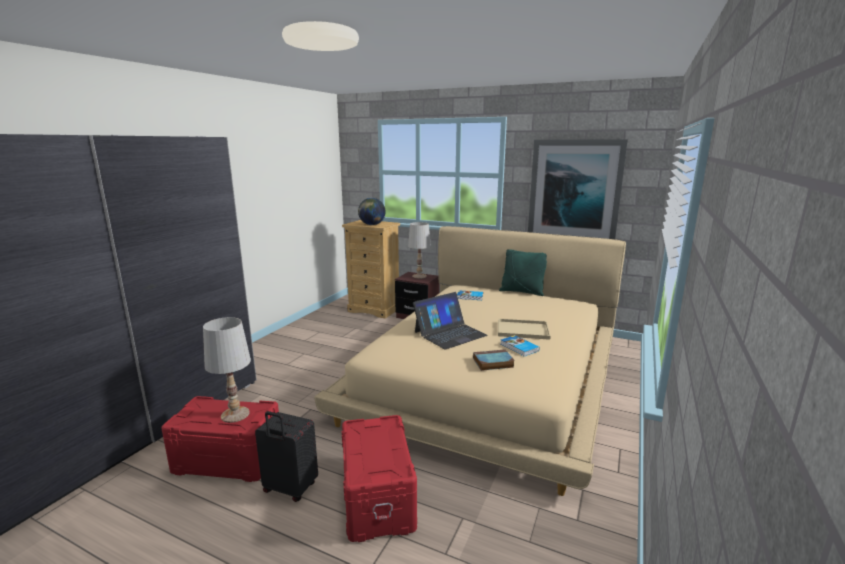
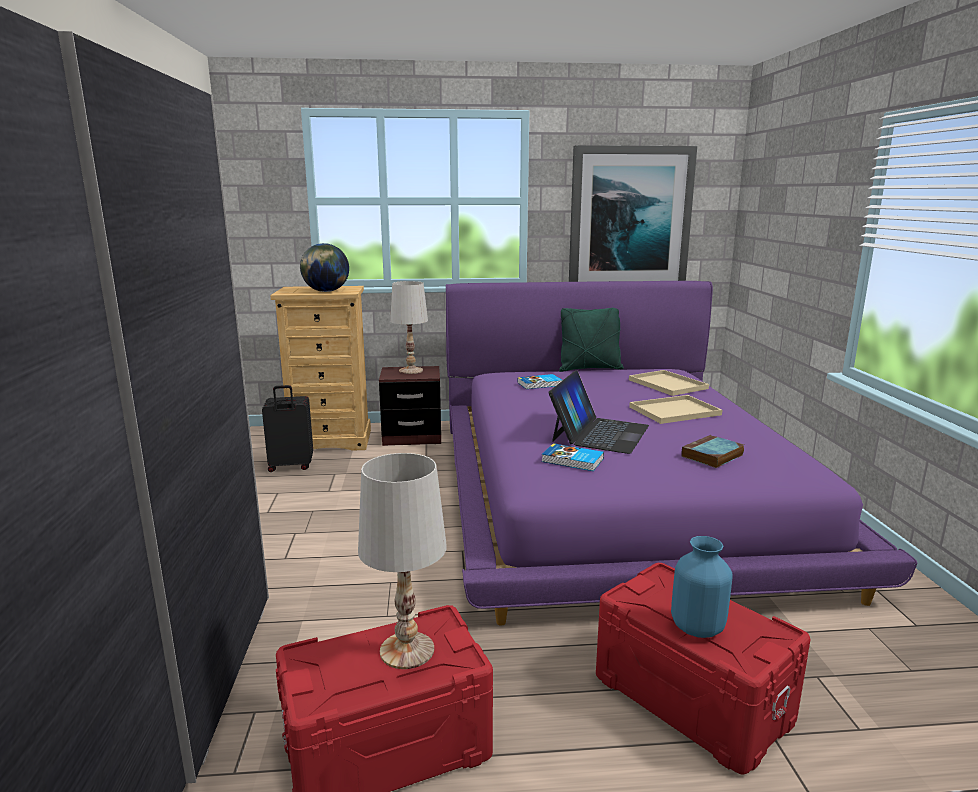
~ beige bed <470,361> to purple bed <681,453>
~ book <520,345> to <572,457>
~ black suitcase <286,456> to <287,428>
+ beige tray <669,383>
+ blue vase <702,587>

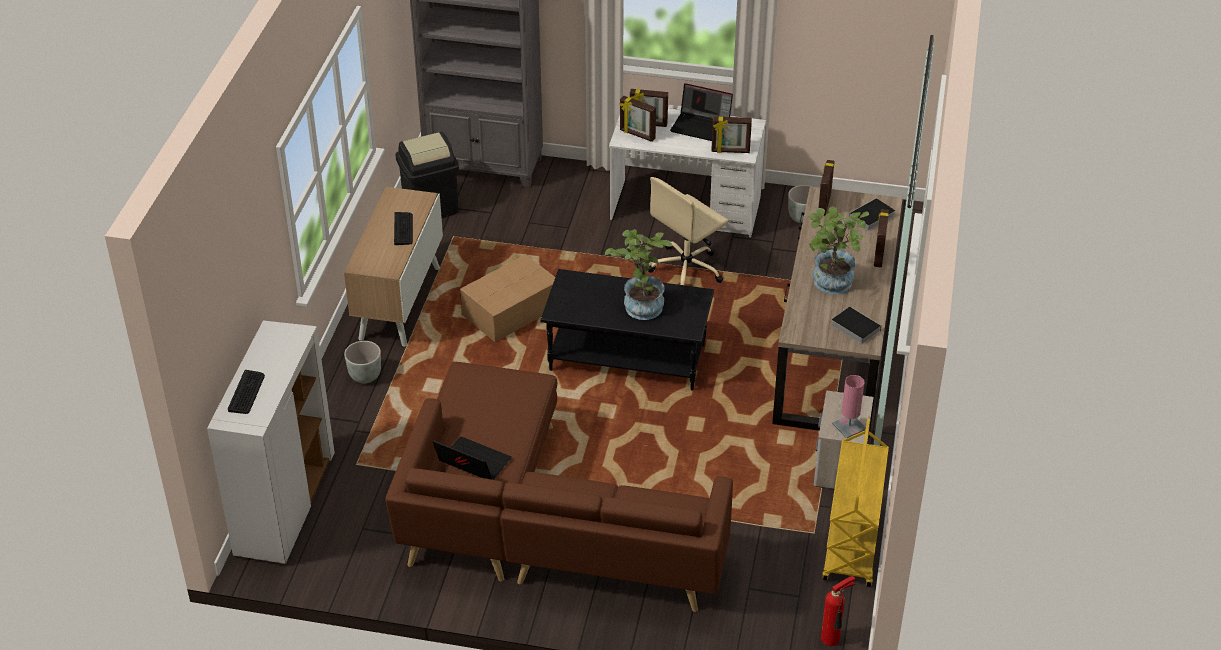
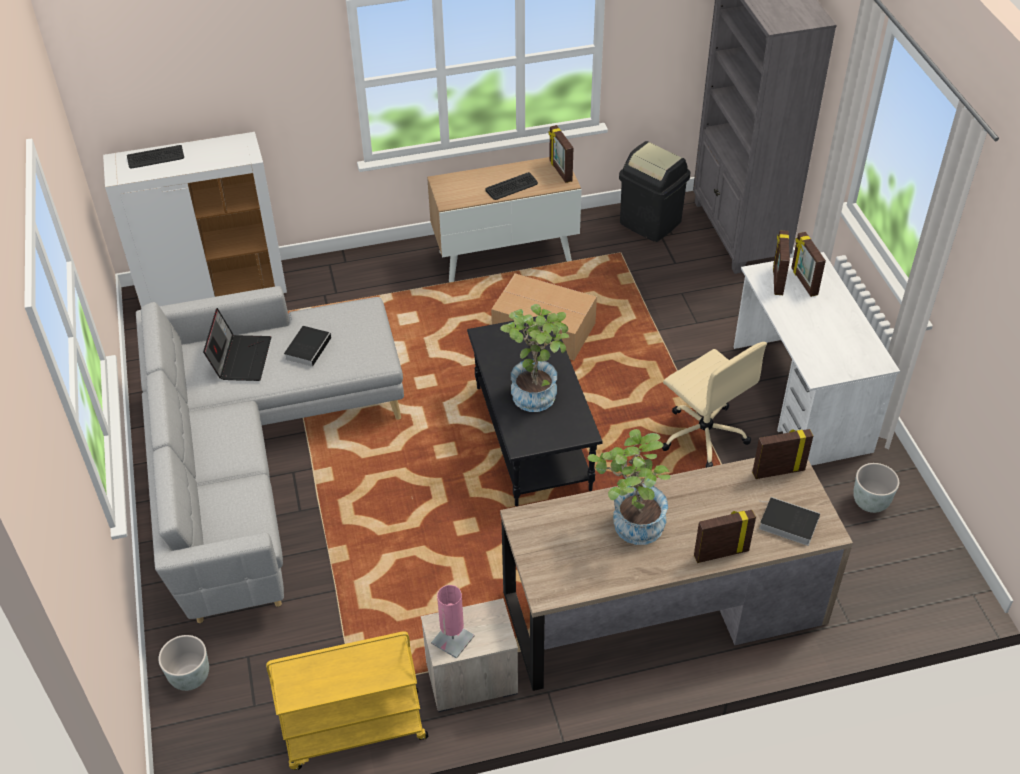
- laptop <701,112>
~ picture frame <731,134> to <560,154>
~ beige office chair <688,231> = <714,405> 150 degrees counterclockwise
~ book <856,325> to <308,346>
~ grey planter <362,362> to <183,663>
~ brown sofa <559,487> to grey sofa <270,455>
- fire extinguisher <838,611>

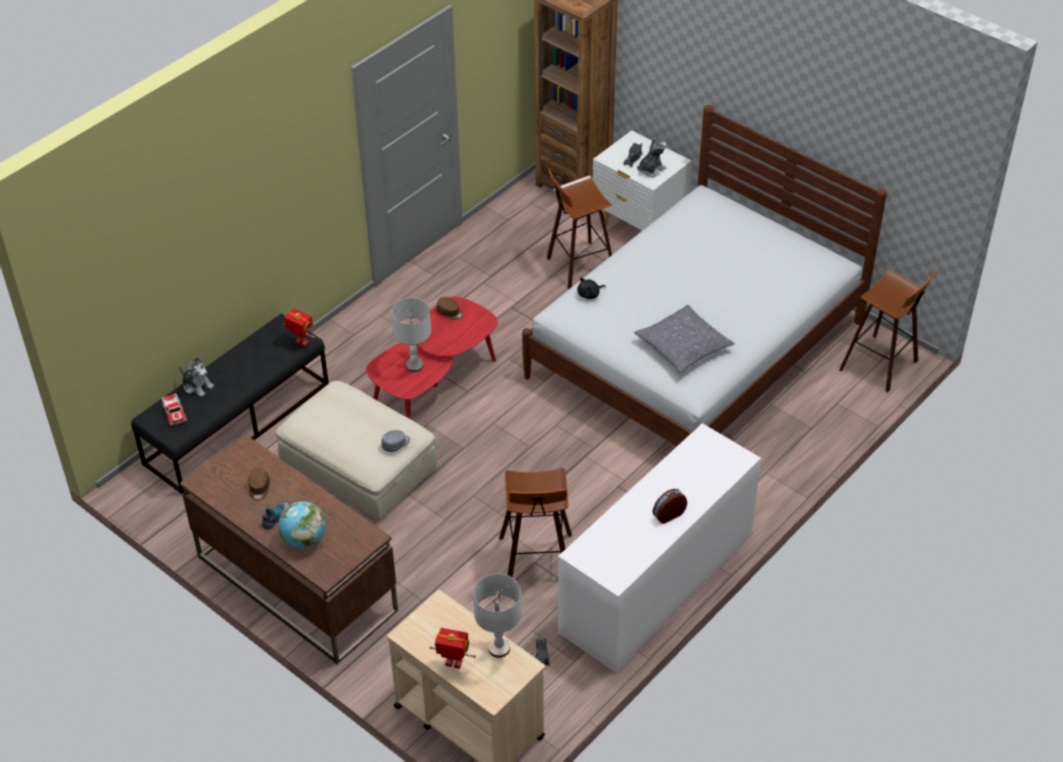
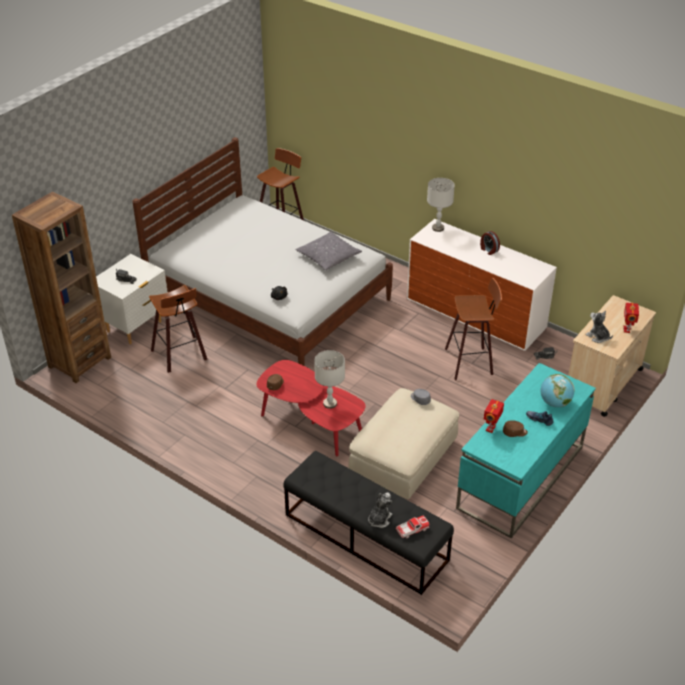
~ plush toy <652,157> to <599,327>
~ toy robot <300,327> to <494,416>
~ brown desk <289,549> to turquoise desk <526,451>
~ grey table lamp <497,616> to <441,205>

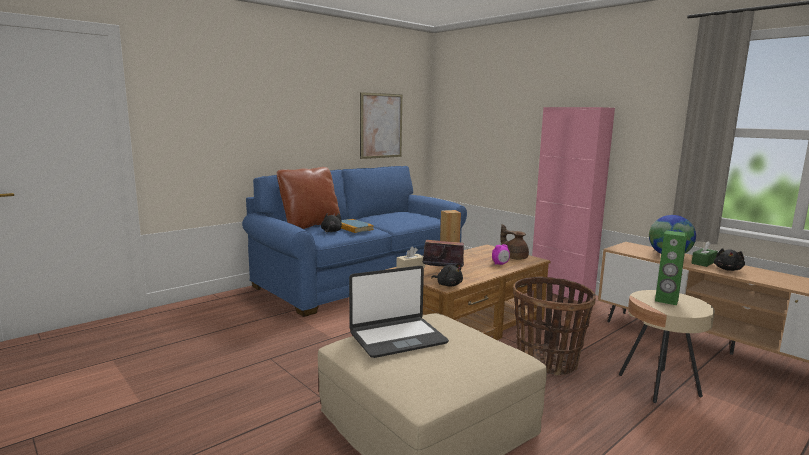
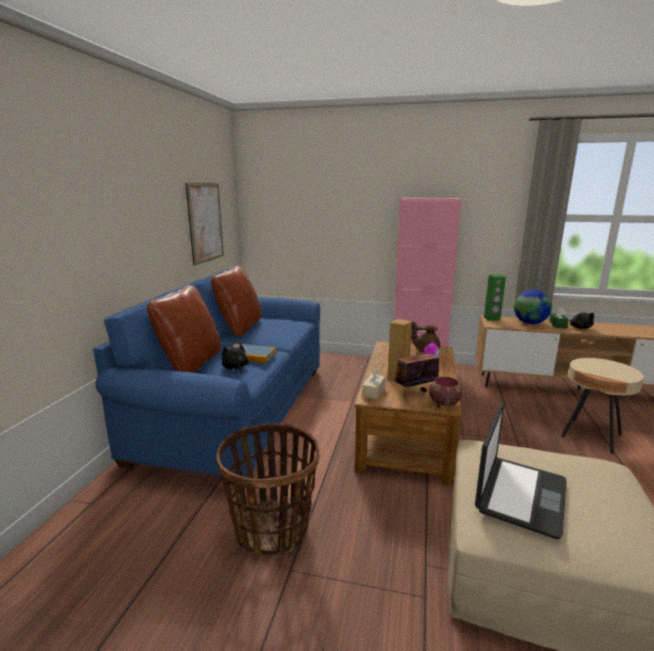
~ green speaker <671,267> to <495,297>
~ black plush toy <447,275> to bowl <446,391>
~ basket <554,326> to <268,489>
+ brown pillow <236,301>

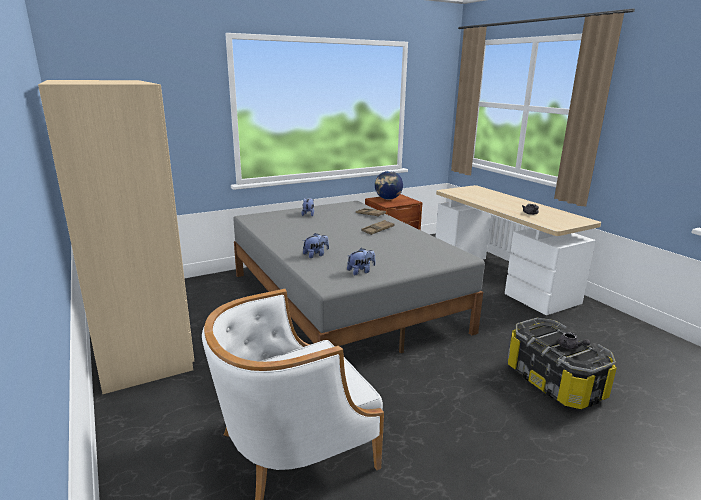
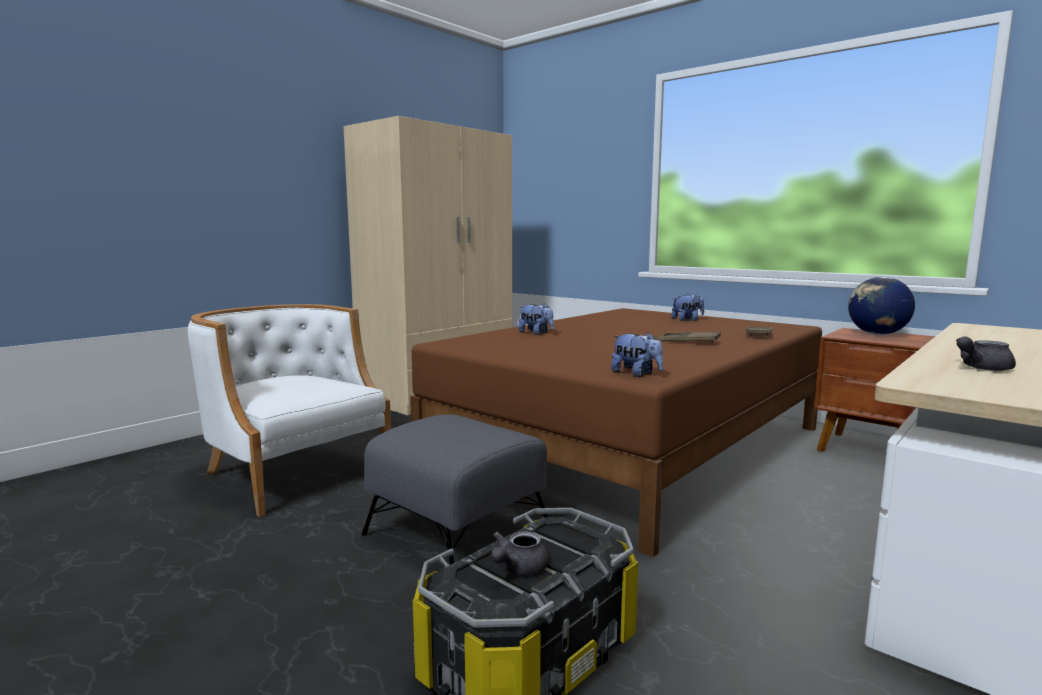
~ grey bed <359,277> to brown bed <616,432>
~ plush toy <361,261> to <637,354>
+ grey ottoman <455,489>

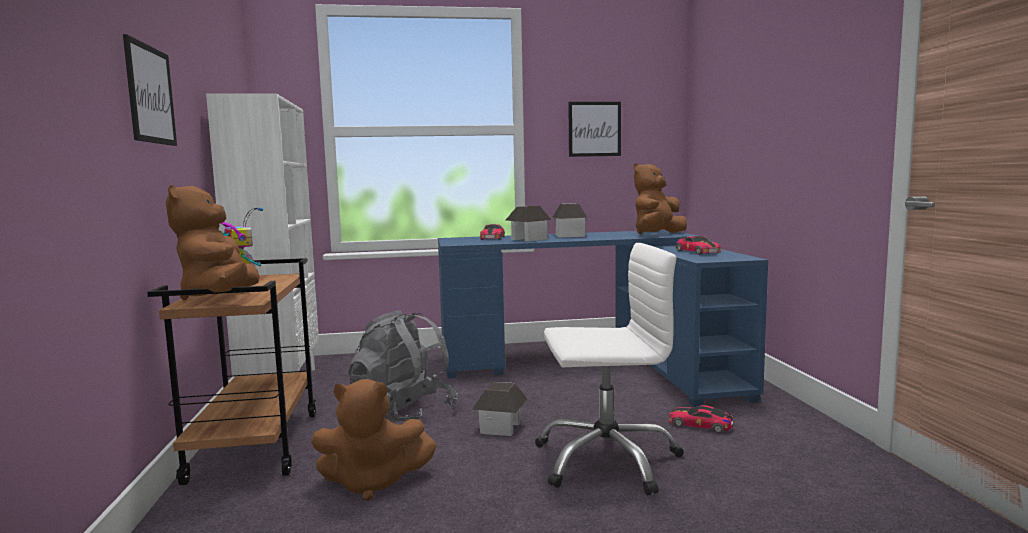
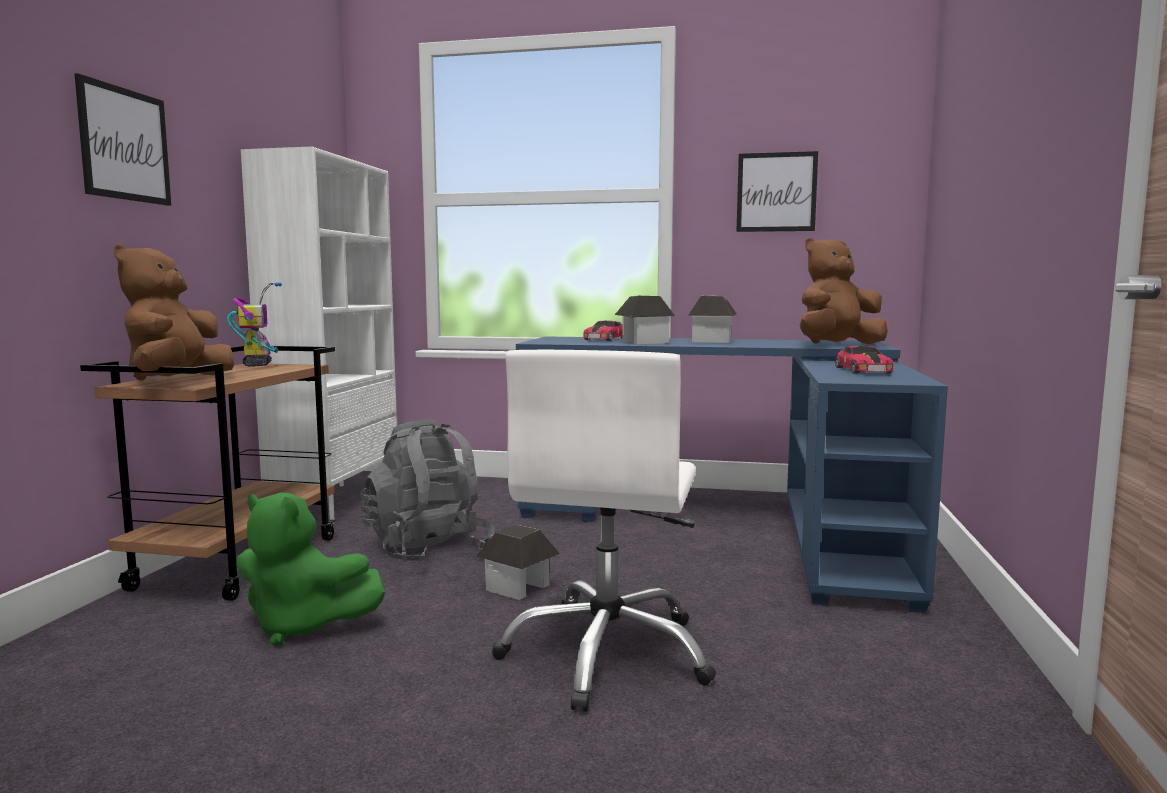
~ white office chair <609,369> = <604,531> 90 degrees clockwise
~ brown plush toy <373,440> to green plush toy <310,569>
- toy car <701,419>

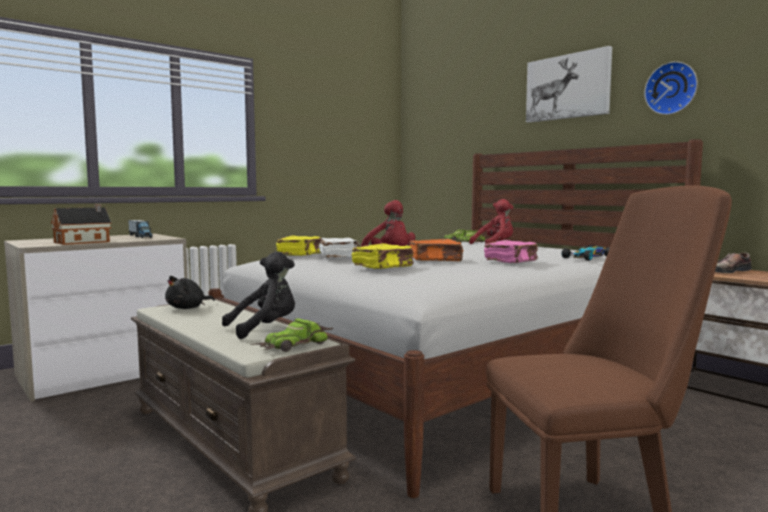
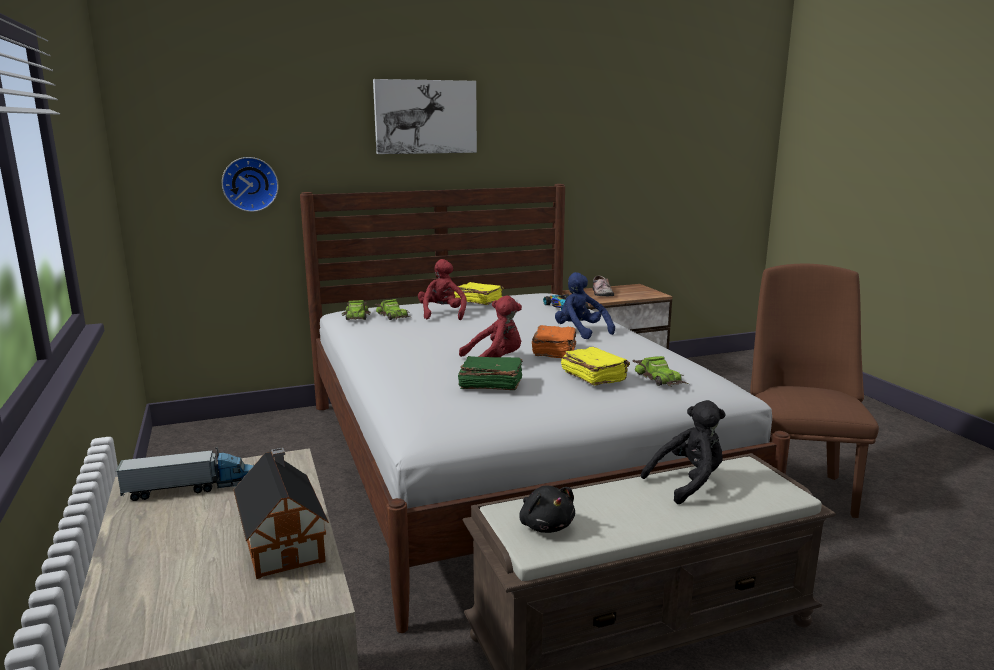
~ wall clock <671,88> to <250,184>
~ yellow book <299,245> to <479,293>
~ white book <339,248> to green book <490,373>
~ pink book <511,251> to blue plush toy <585,306>
~ black plush toy <258,295> = <683,452> 75 degrees clockwise
~ toy car <291,335> to <660,371>

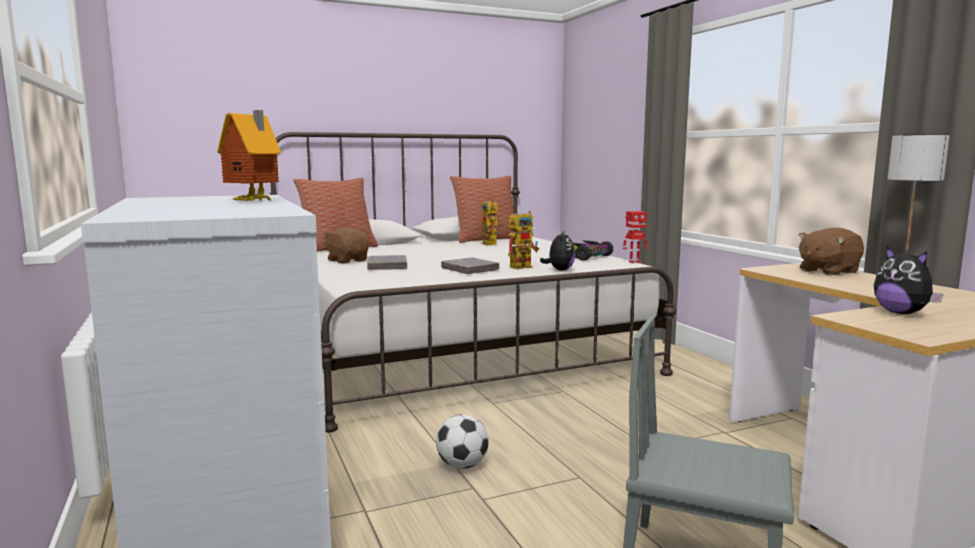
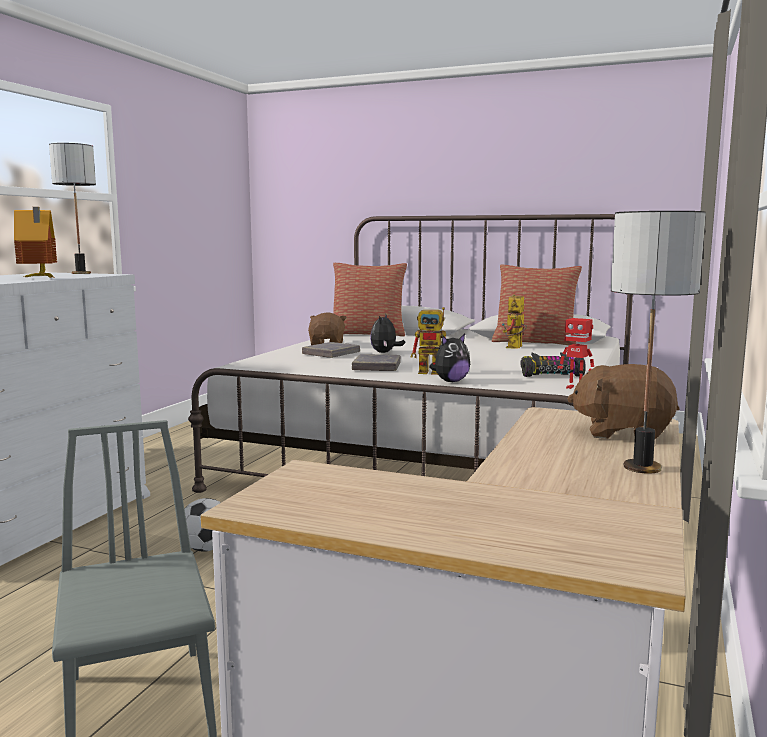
~ plush toy <909,280> to <387,333>
+ table lamp <72,208>

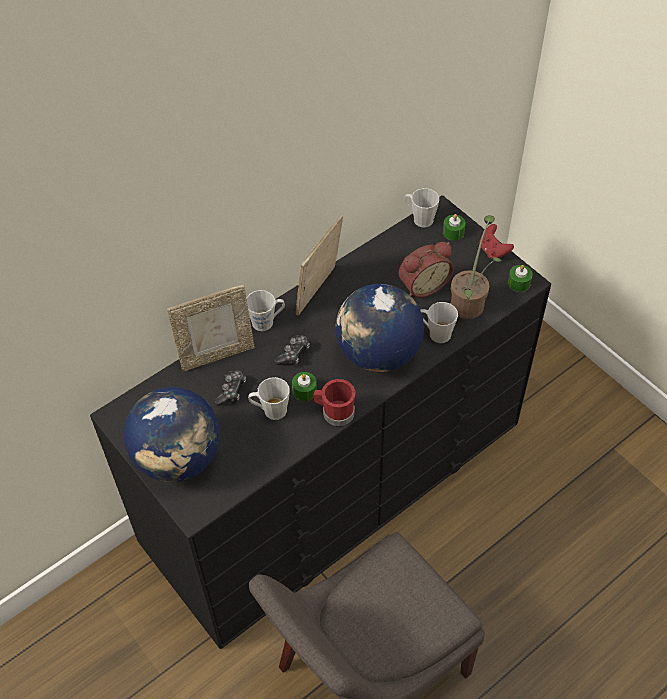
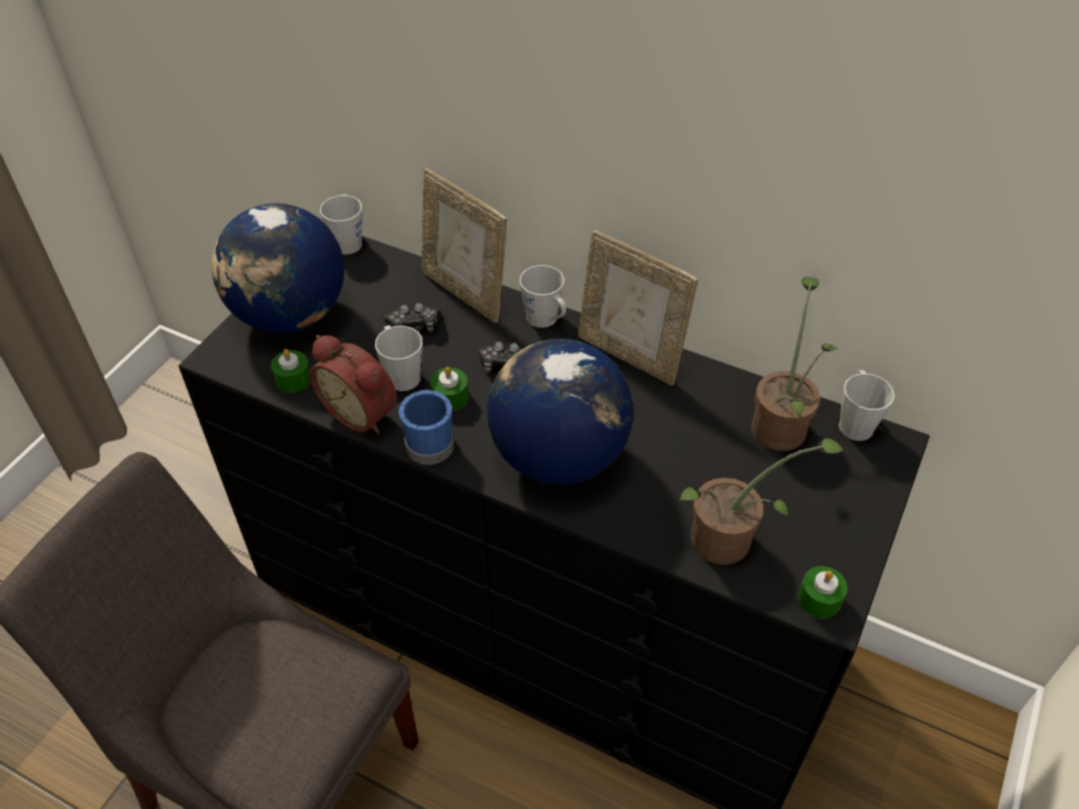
~ green candle <454,227> to <290,371>
~ picture frame <319,265> = <638,308> 150 degrees counterclockwise
- red game controller <496,241>
~ alarm clock <426,270> to <353,384>
~ grey mug <439,322> to <341,224>
~ red mug <334,402> to blue mug <426,427>
+ potted plant <794,364>

